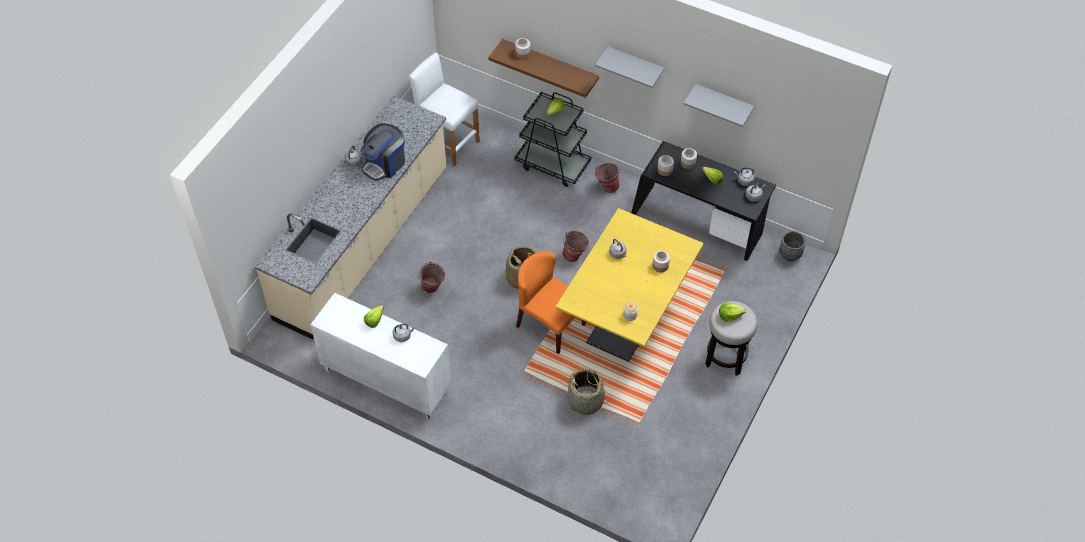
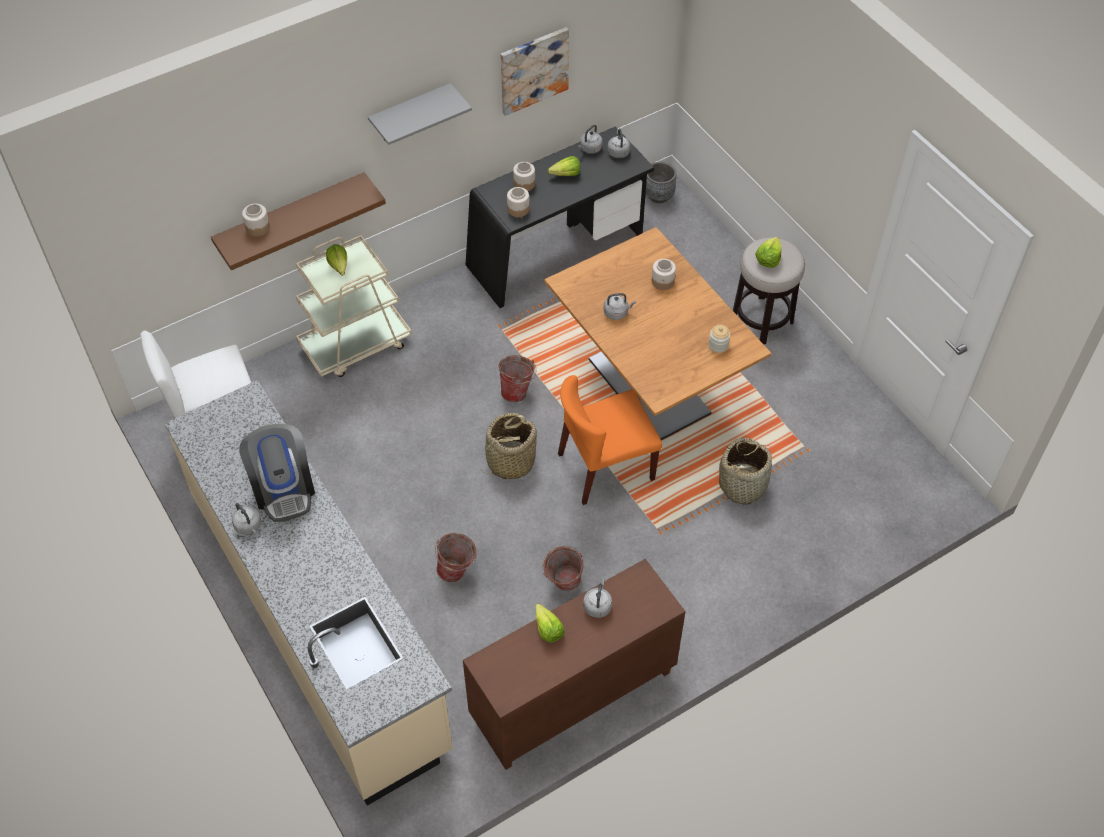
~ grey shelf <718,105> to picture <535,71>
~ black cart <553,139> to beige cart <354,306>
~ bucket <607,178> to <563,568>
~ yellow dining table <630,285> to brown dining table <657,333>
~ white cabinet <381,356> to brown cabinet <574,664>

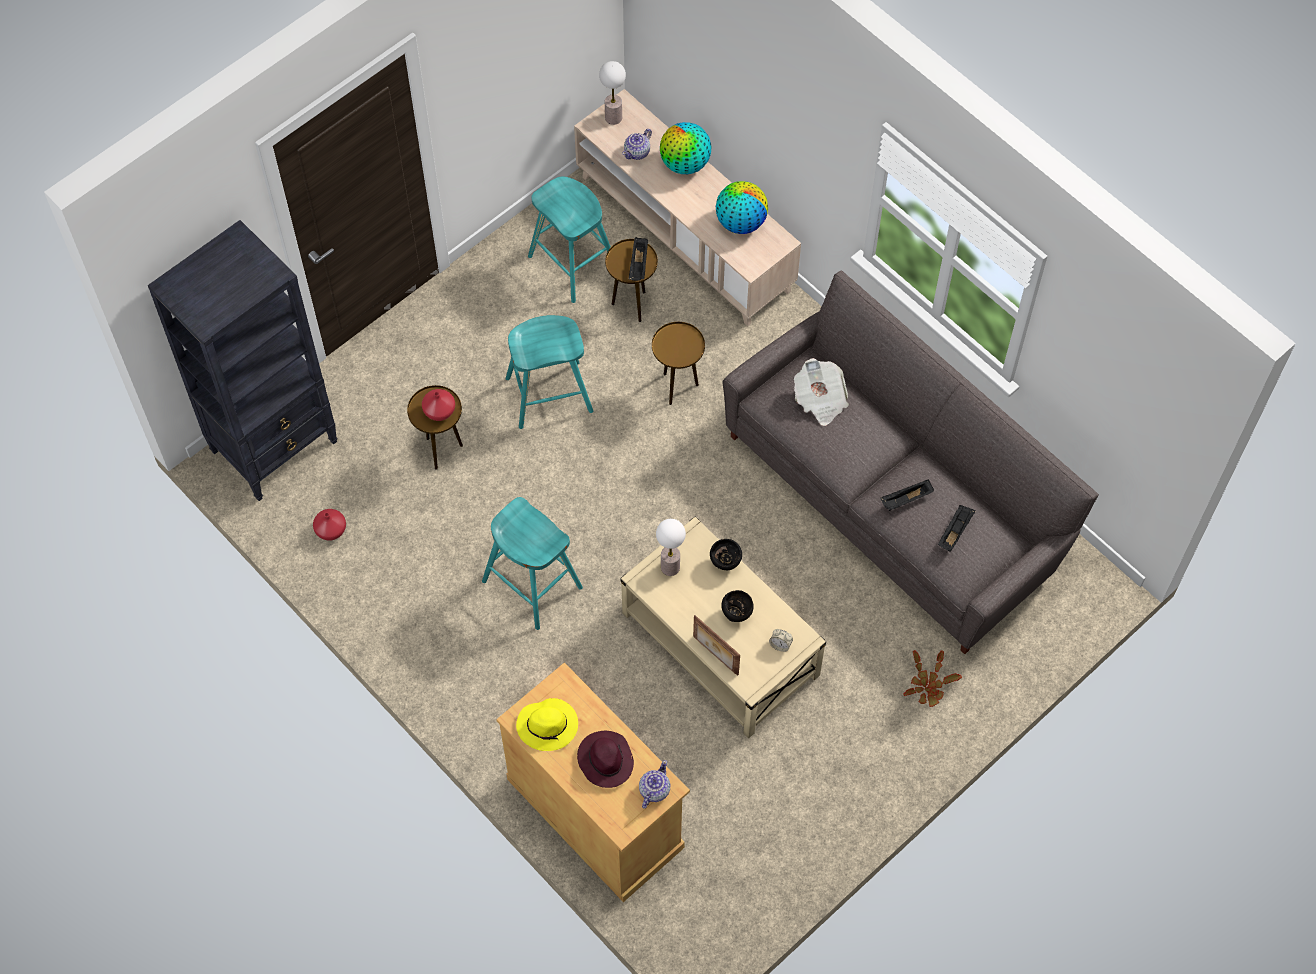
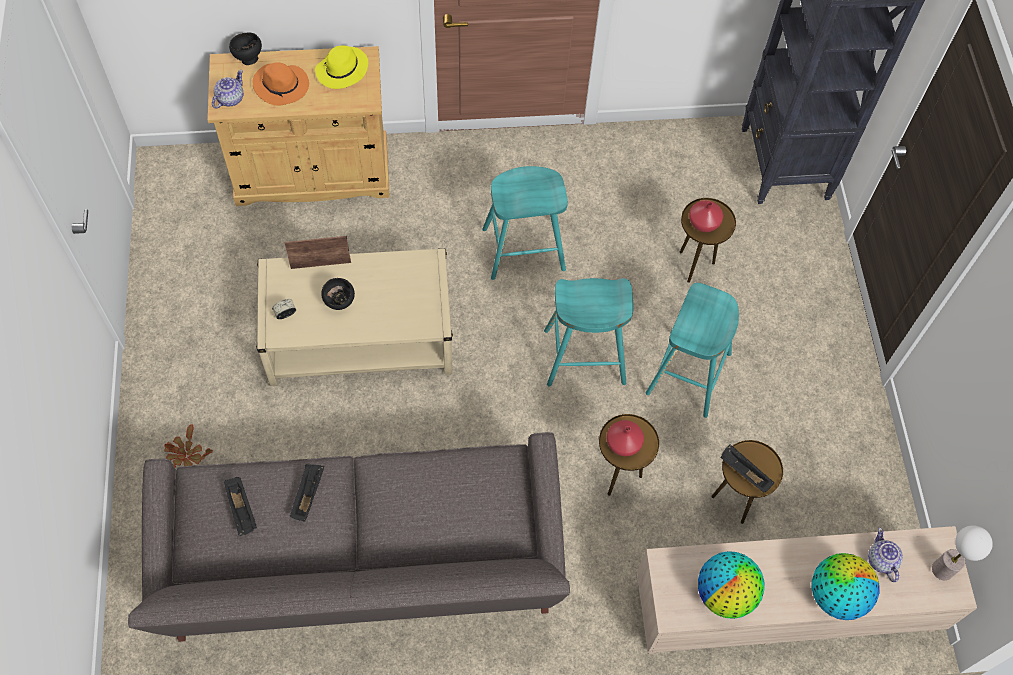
~ turquoise stool <569,240> to <589,332>
- newspaper <821,392>
~ red vase <329,525> to <625,438>
- table lamp <671,547>
~ black bowl <726,554> to <245,48>
~ purple hat <605,759> to orange hat <281,84>
~ teapot <654,784> = <227,89> 120 degrees counterclockwise

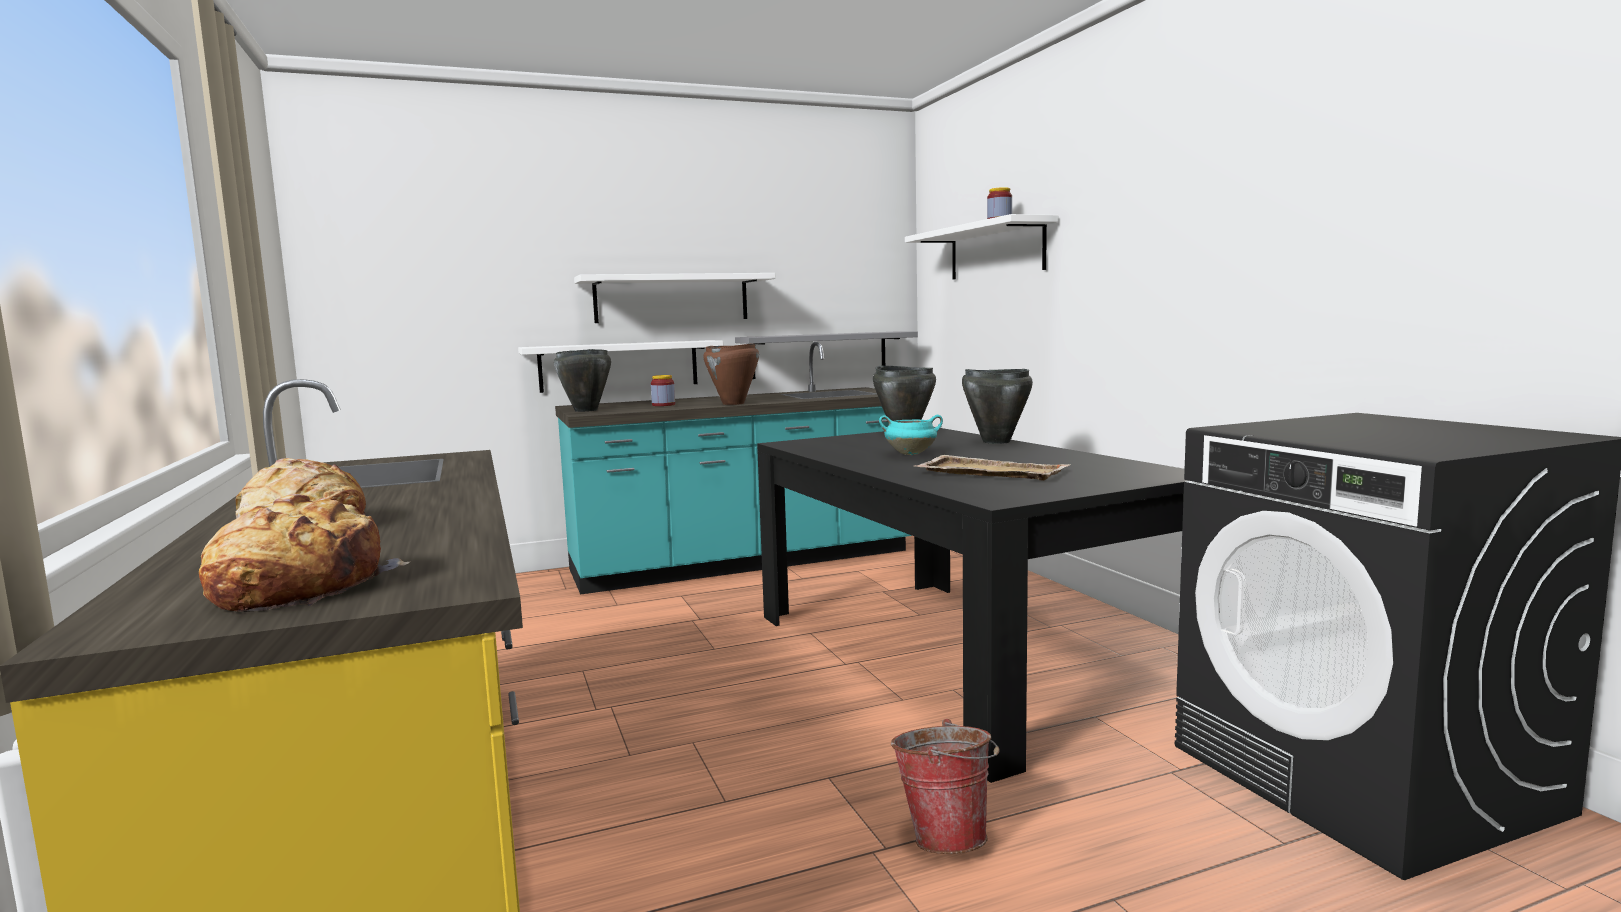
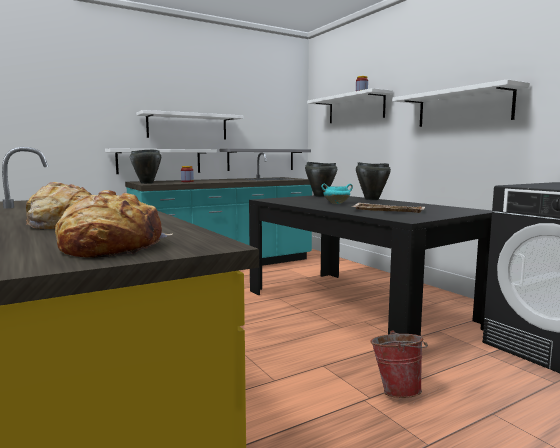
- brown cooking pot <731,374>
+ white shelf <461,103>

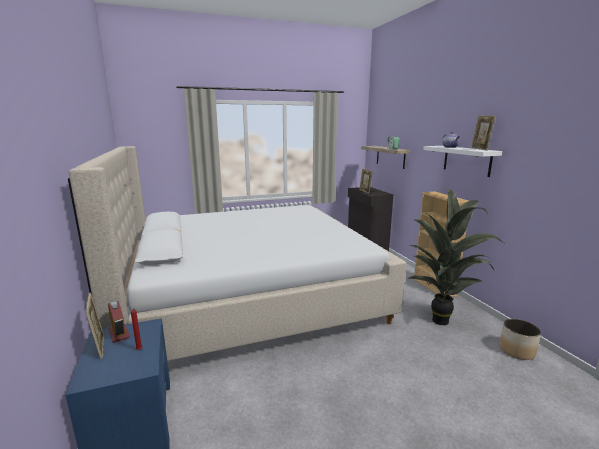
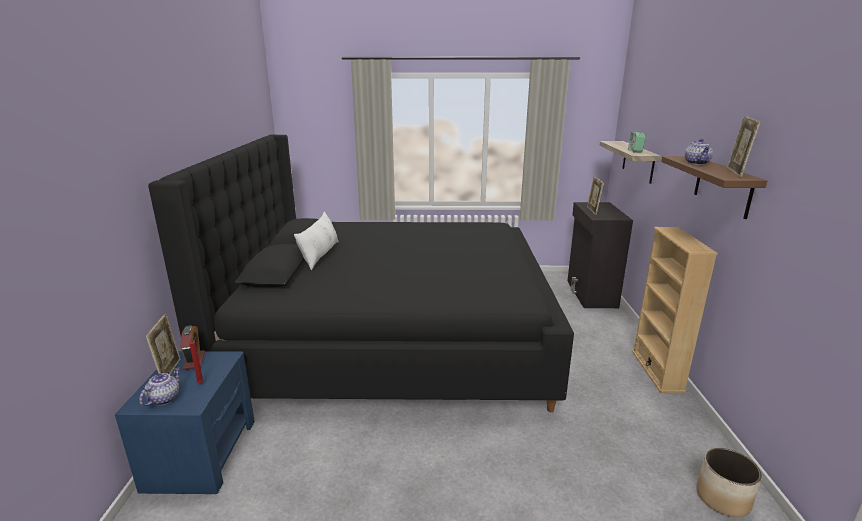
~ beige bed <237,253> to black bed <361,273>
~ white shelf <462,161> to brown shelf <714,187>
- potted plant <456,257>
+ white pillow <316,241>
+ teapot <159,386>

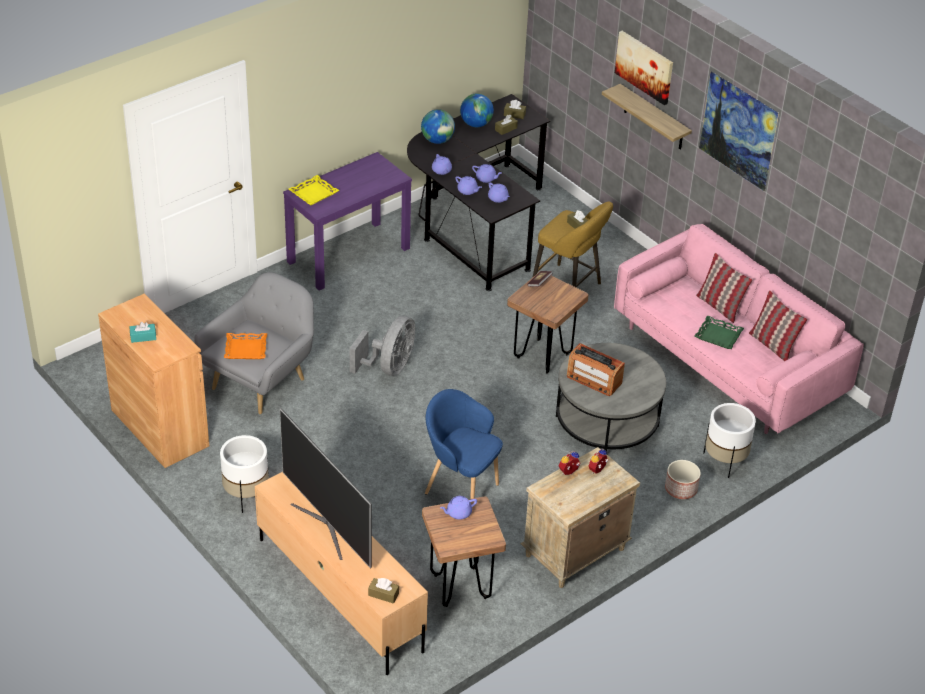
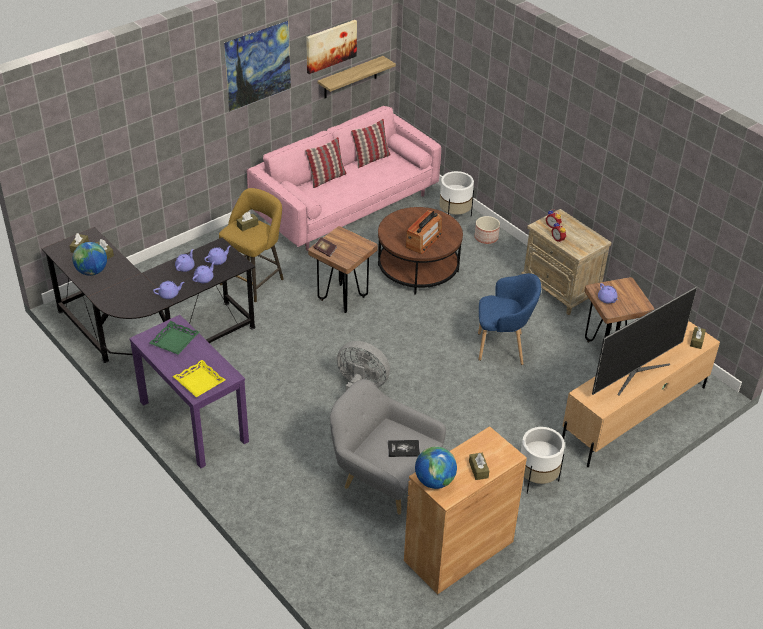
~ picture <644,68> to <331,47>
~ shelf <647,117> to <357,77>
~ globe <438,126> to <436,468>
~ green tray <719,332> to <174,338>
~ turquoise tissue box <143,332> to brown tissue box <479,466>
~ orange tray <245,346> to book <404,448>
~ grey coffee table <611,397> to brown coffee table <420,251>
~ blue armchair <464,444> = <509,319> 120 degrees counterclockwise

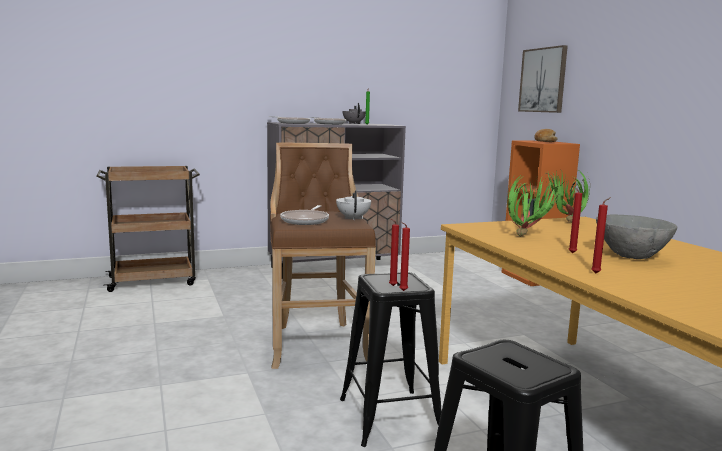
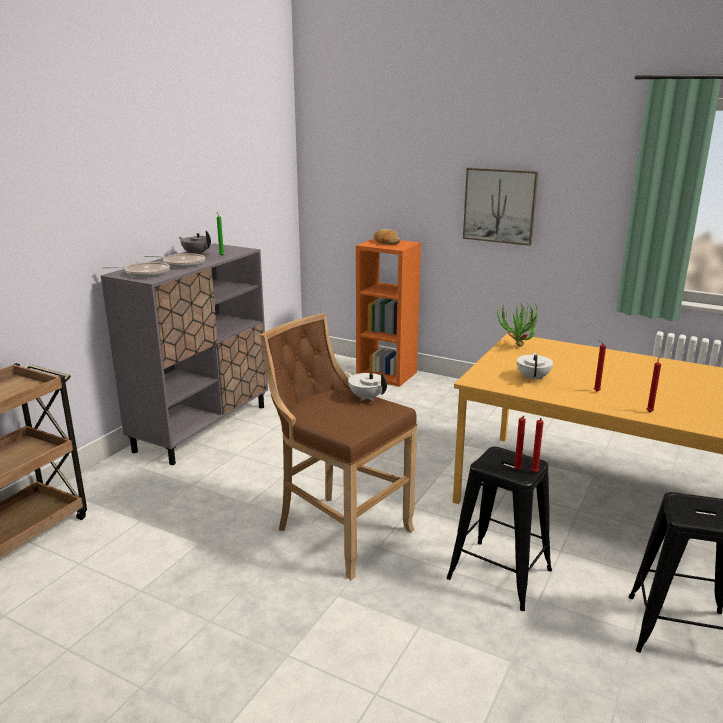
~ picture <543,79> to <501,207>
~ potted plant <535,205> to white teapot <535,366>
- frying pan <304,215>
- grey bowl <636,236>

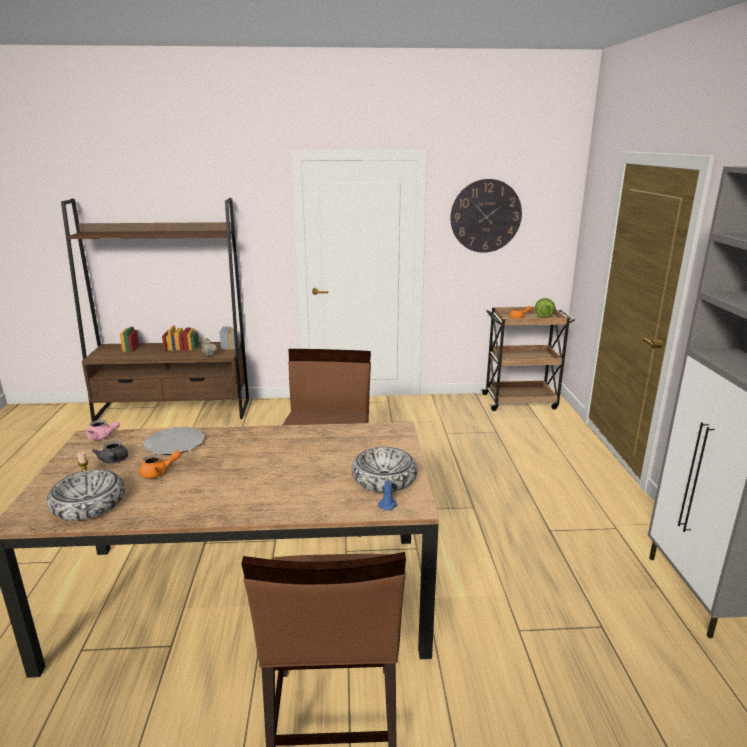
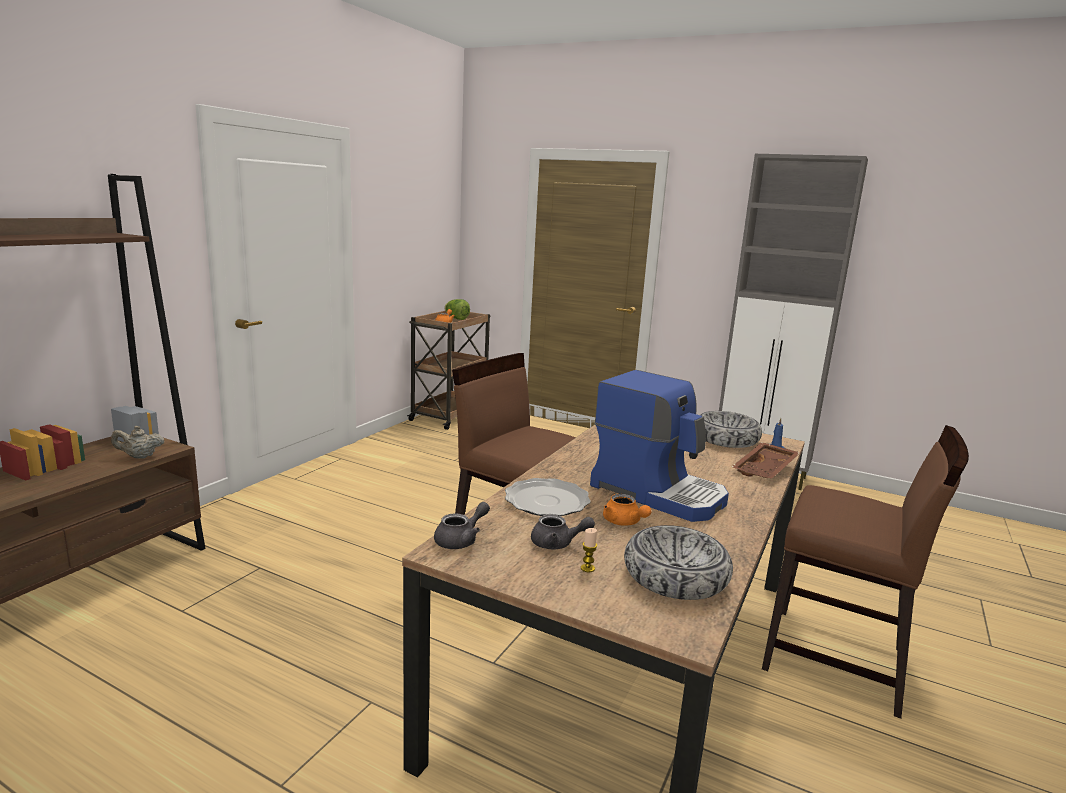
- wall clock <486,216>
~ pink teapot <103,430> to grey teapot <462,525>
~ orange teapot <160,464> = <627,510> 135 degrees clockwise
+ coffee machine <659,446>
+ brown tray <766,460>

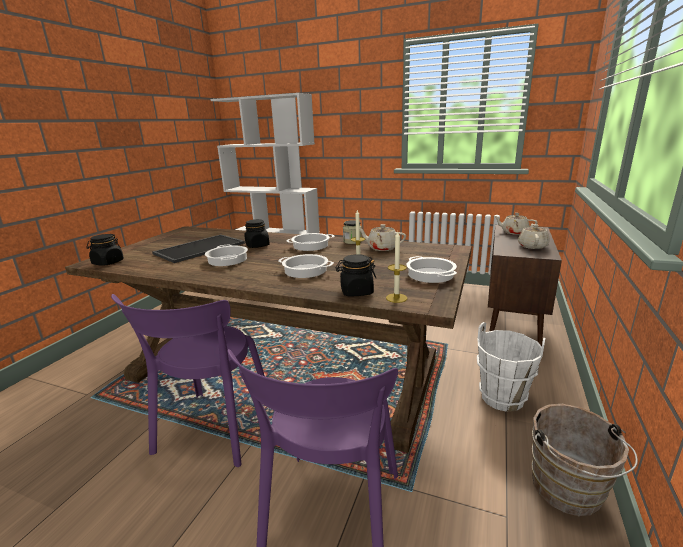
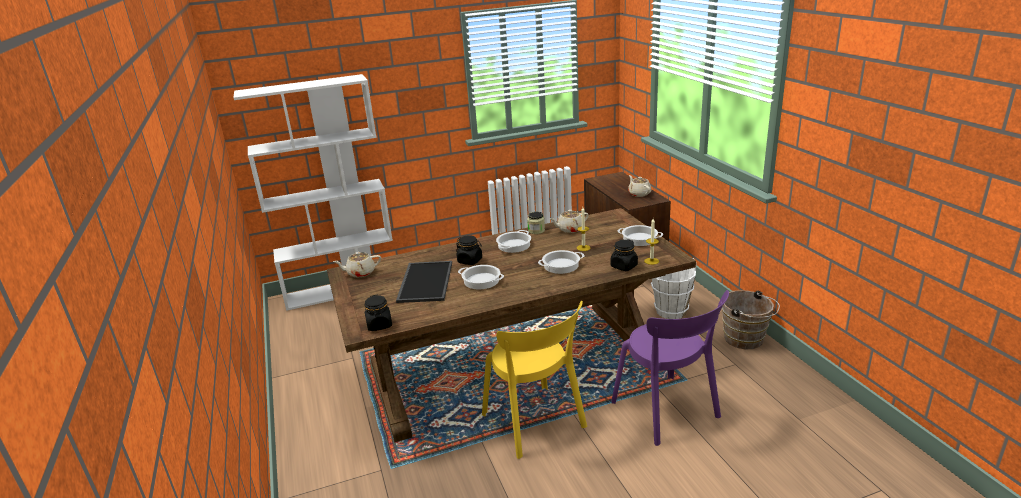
~ beige teapot <516,224> to <357,264>
~ purple chair <188,380> to yellow chair <534,380>

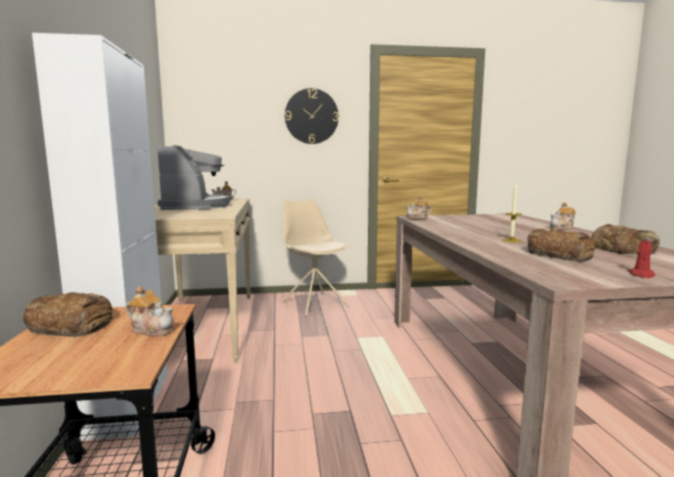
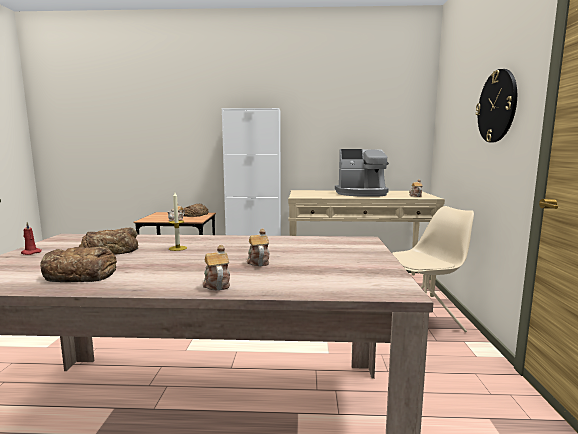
~ teapot <419,207> to <258,247>

